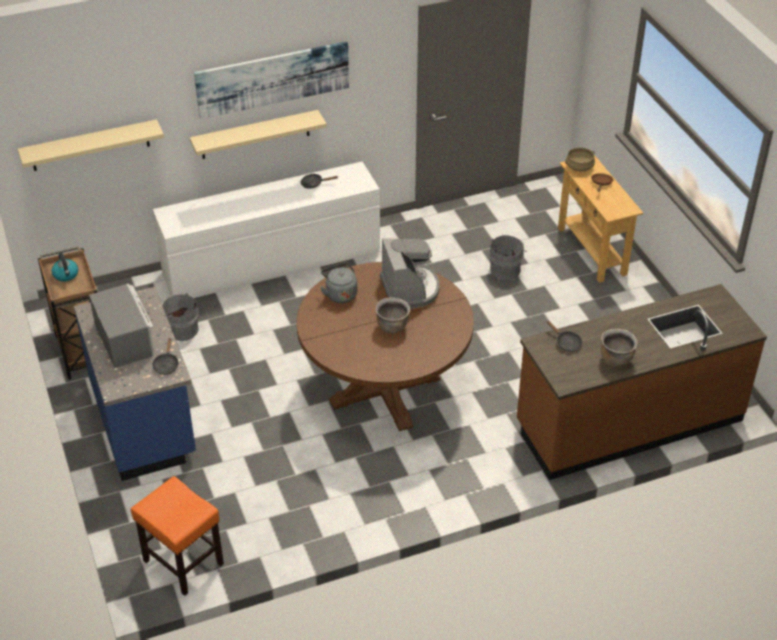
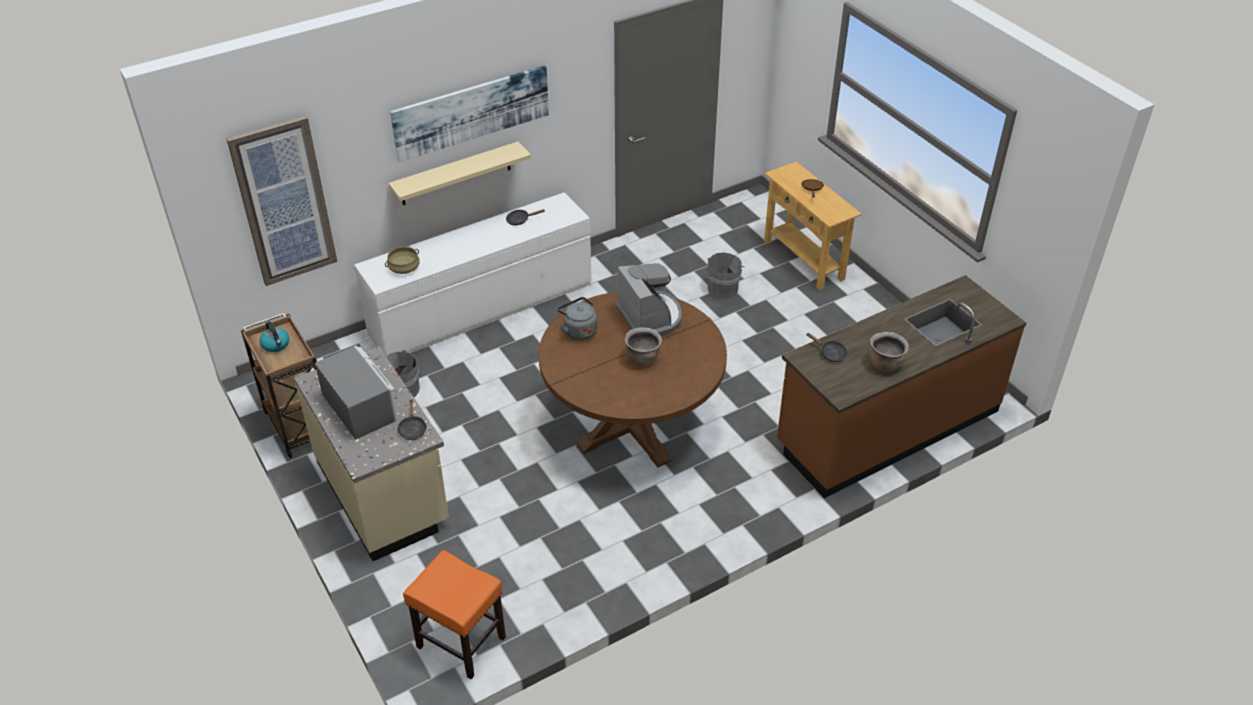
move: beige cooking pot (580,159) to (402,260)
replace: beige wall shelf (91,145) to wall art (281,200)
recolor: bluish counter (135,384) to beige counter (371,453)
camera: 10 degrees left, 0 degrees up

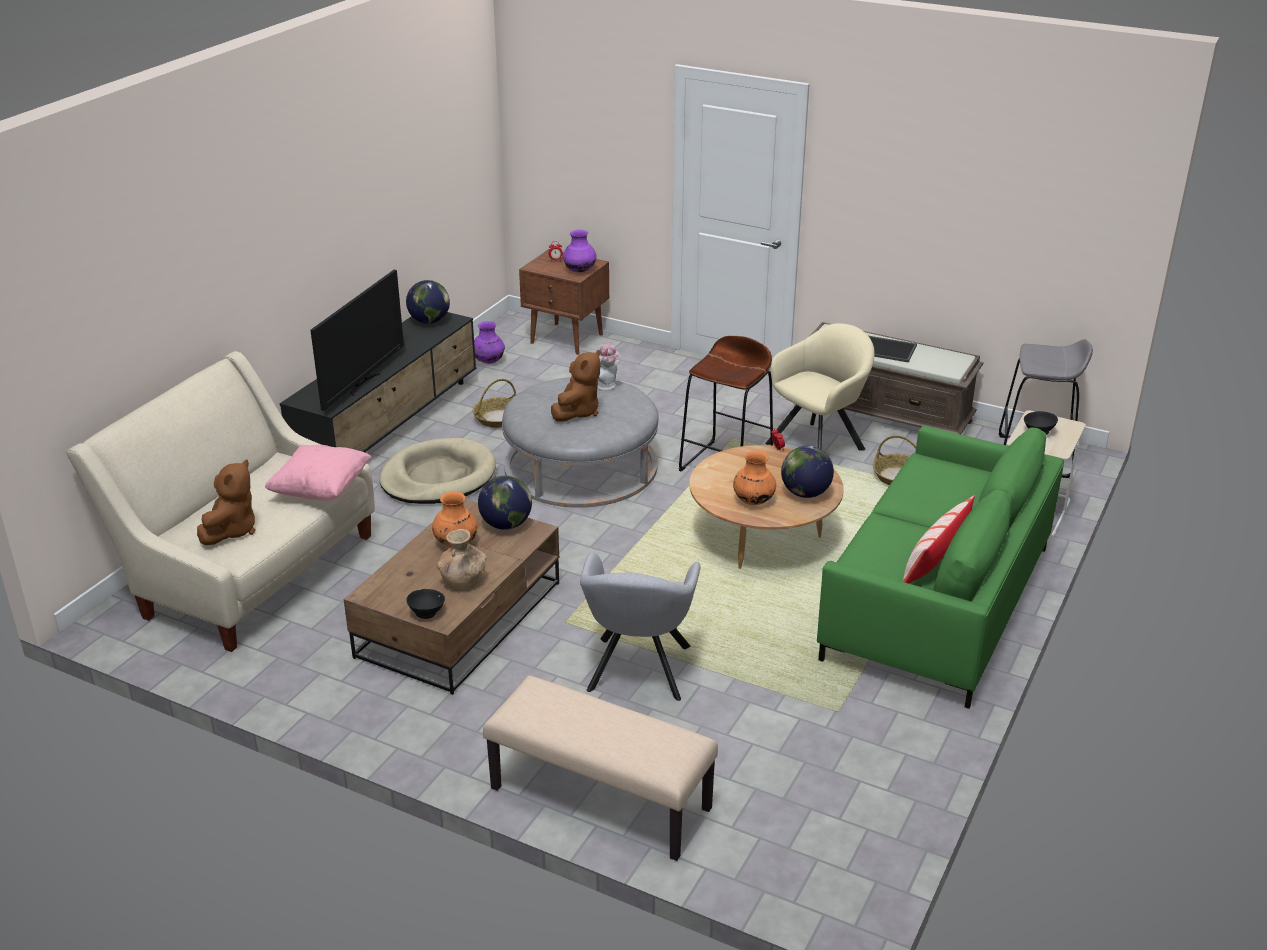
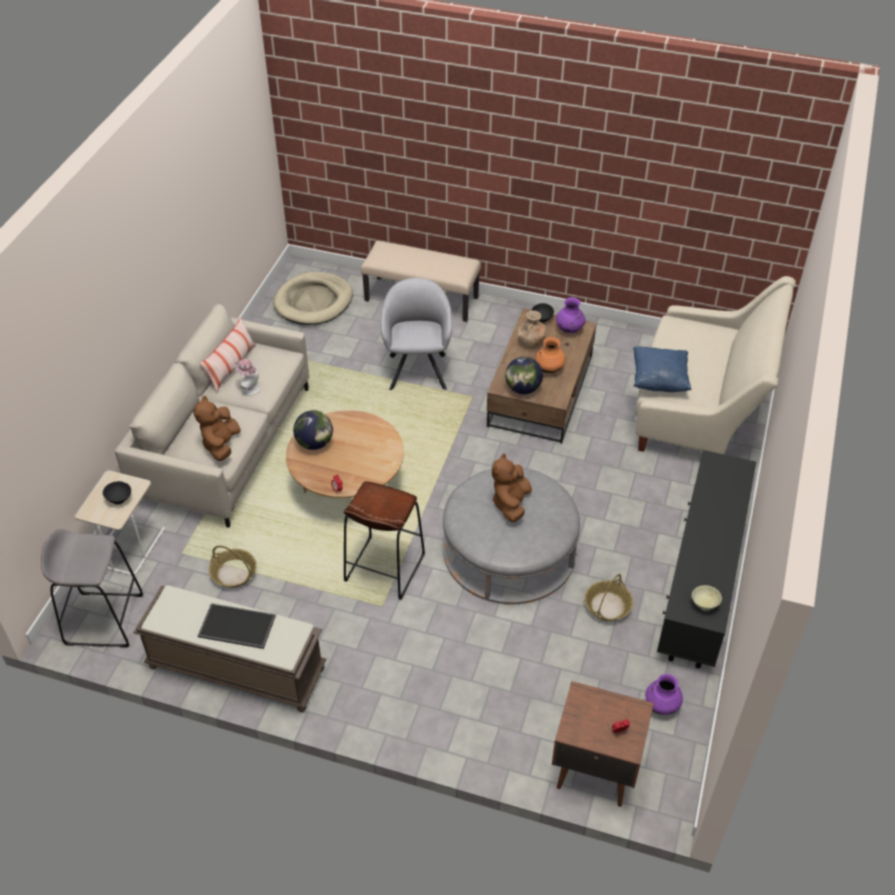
delete: TV (357,340); beige armchair (820,387); orange-coloured decorative vase (754,478)
move: purplish decorative vase (580,251) to (570,315); wearable hat (609,367) to (247,377); beige dog bed (437,471) to (313,298); brown-coloured plush toy (226,502) to (217,428)
replace: globe (428,302) to beige serving bowl (707,598)
recolor: green-coloured sofa (940,567) to beige sofa (211,416); pinkish pillow (318,473) to bluish pillow (662,369)
camera: 170 degrees right, 15 degrees up

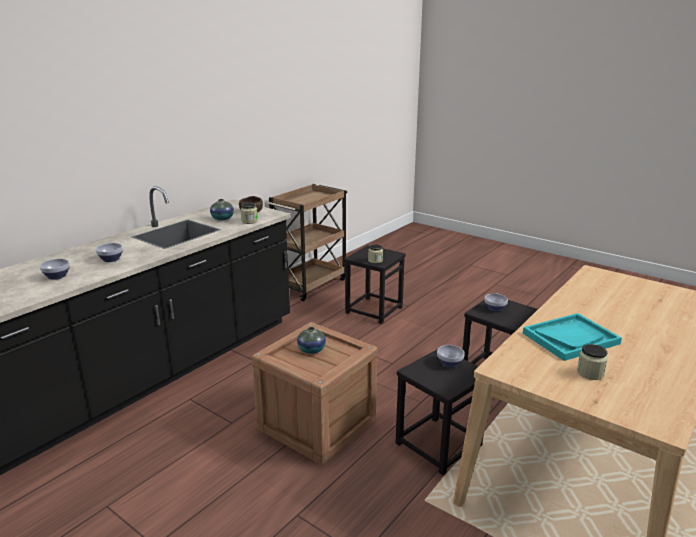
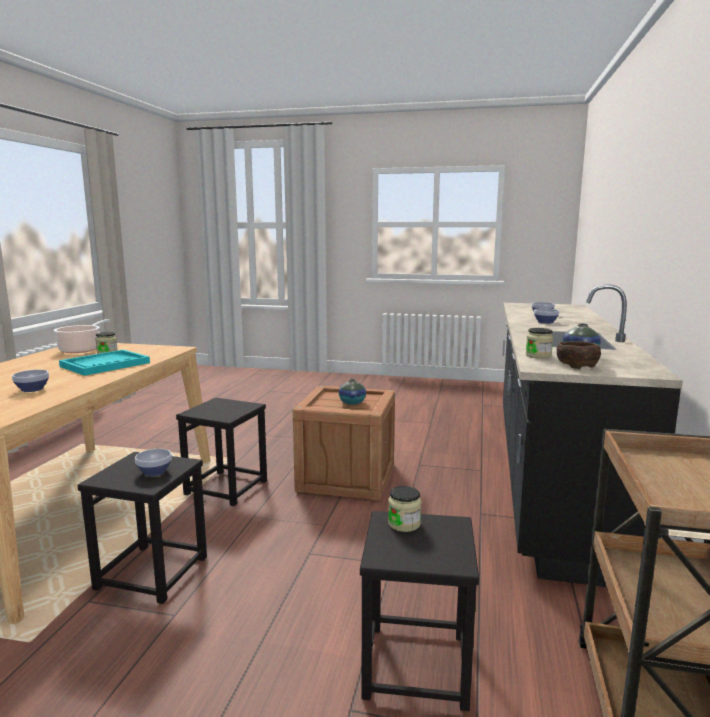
insert: cooking pot (81,336)
move: serving bowl (451,356) to (30,381)
camera: 155 degrees right, 10 degrees down

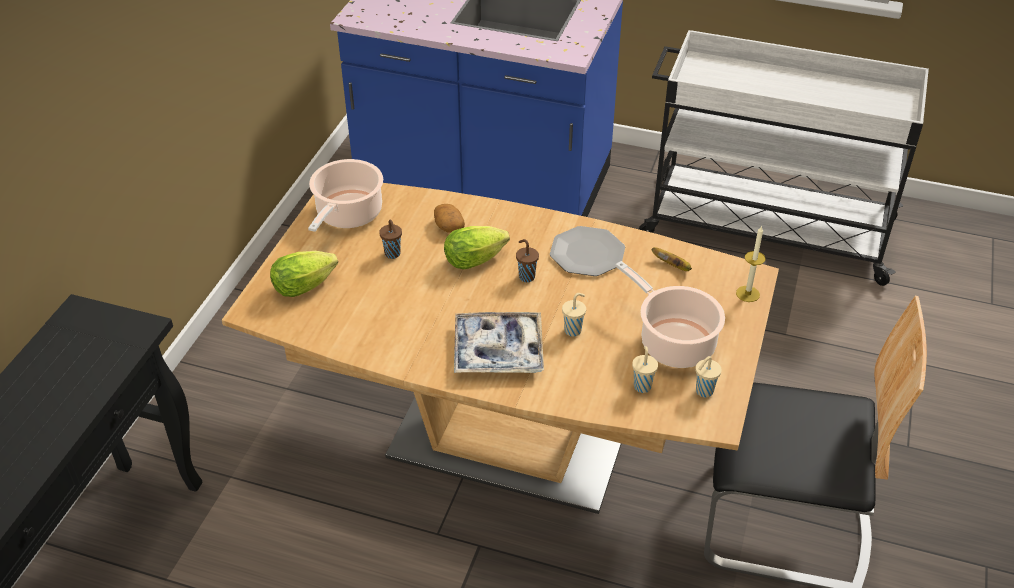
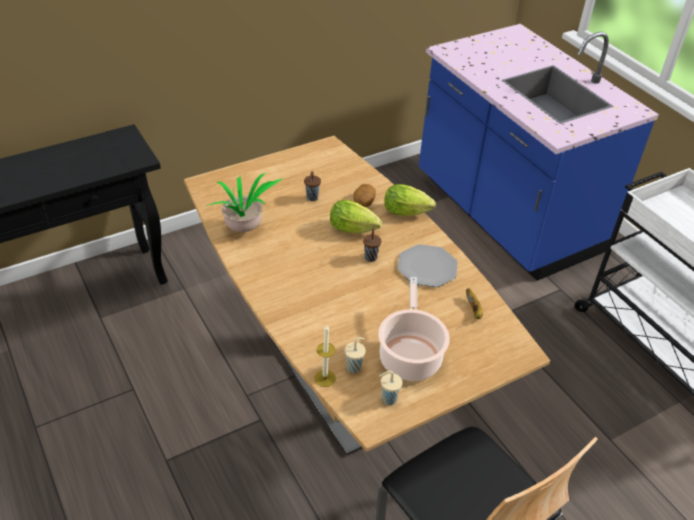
delete: cooking pot (345,195); beige small cup (574,315); carrying tray (499,342)
insert: plant in a pot (244,202)
move: wax candle (751,263) to (325,356); lettuce head (304,274) to (410,200)
camera: 40 degrees right, 0 degrees up

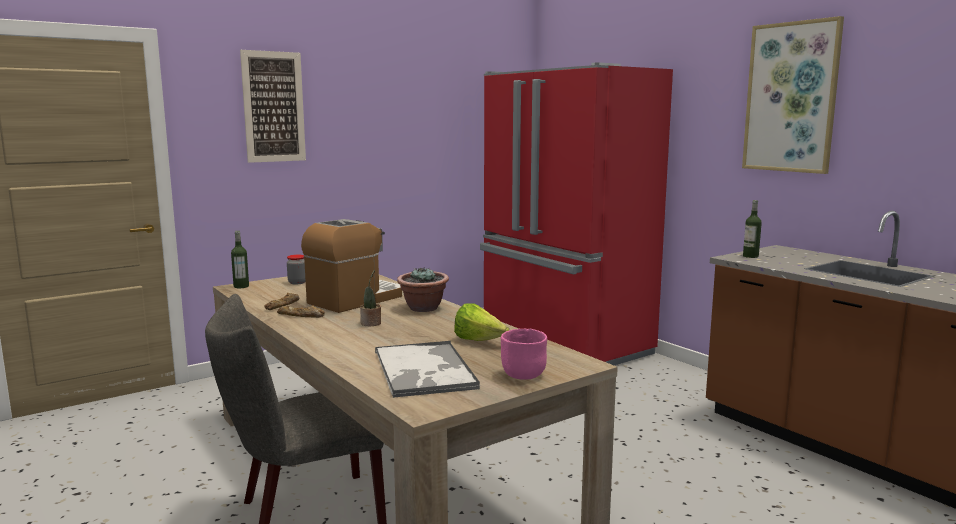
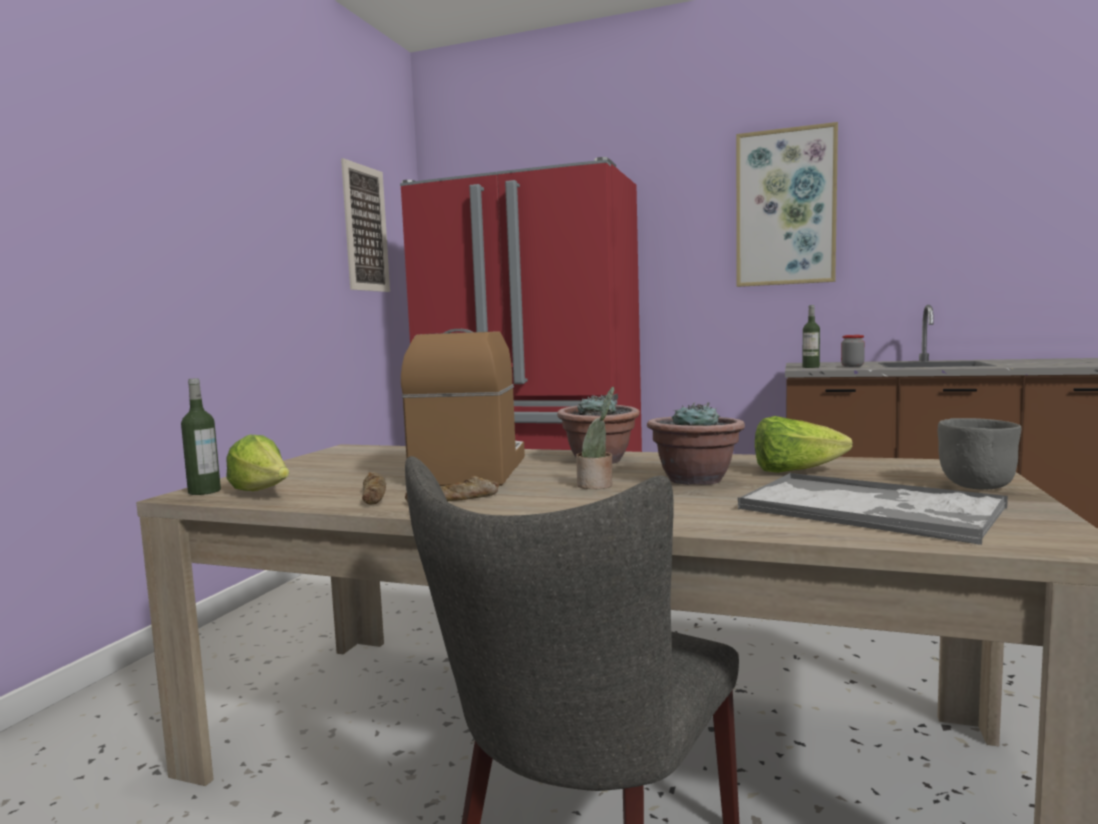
insert: plant in a pot (696,443); lettuce head (257,463)
move: wall art (273,106) to (365,225); jar (296,269) to (853,351)
recolor: pinkish serving bowl (524,354) to grey serving bowl (979,454)
camera: 35 degrees left, 5 degrees down

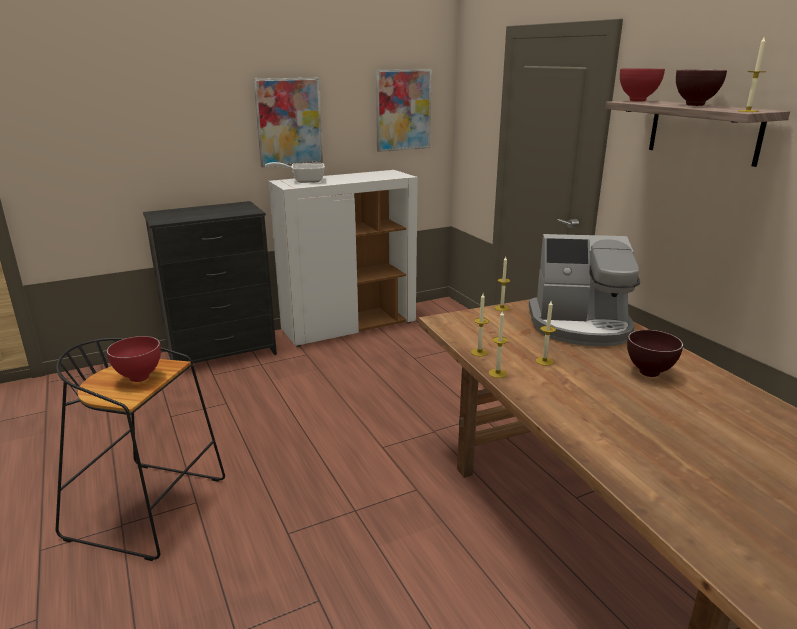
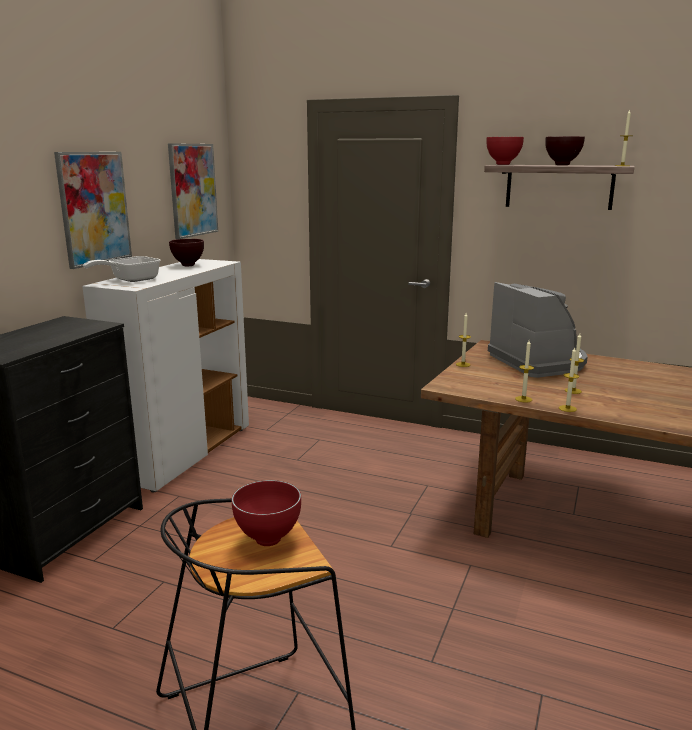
move: brown-coloured serving bowl (655,353) to (186,252)
rotate: coffee maker (584,290) = (538,330) 75 degrees counterclockwise
camera: 40 degrees left, 5 degrees down

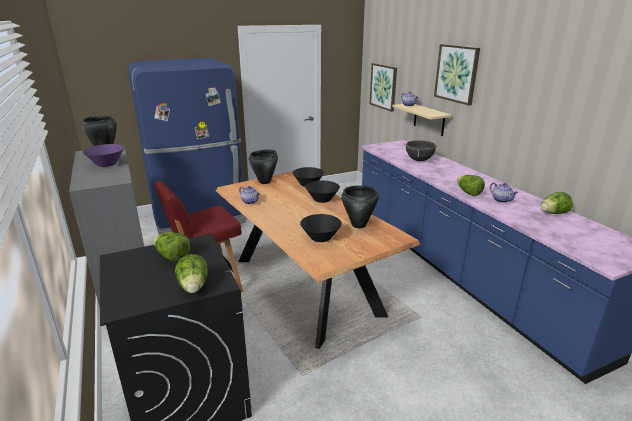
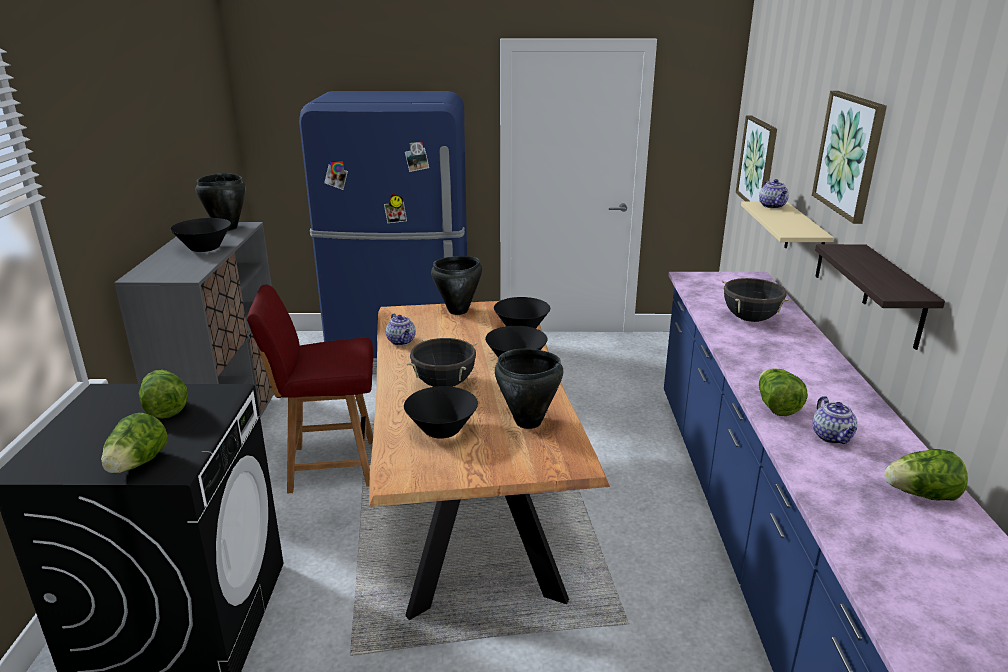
insert: wall shelf (880,297); black-coloured cooking pot (442,362)
recolor: purplish serving bowl (103,155) to black-coloured serving bowl (200,235)
camera: 25 degrees right, 0 degrees up

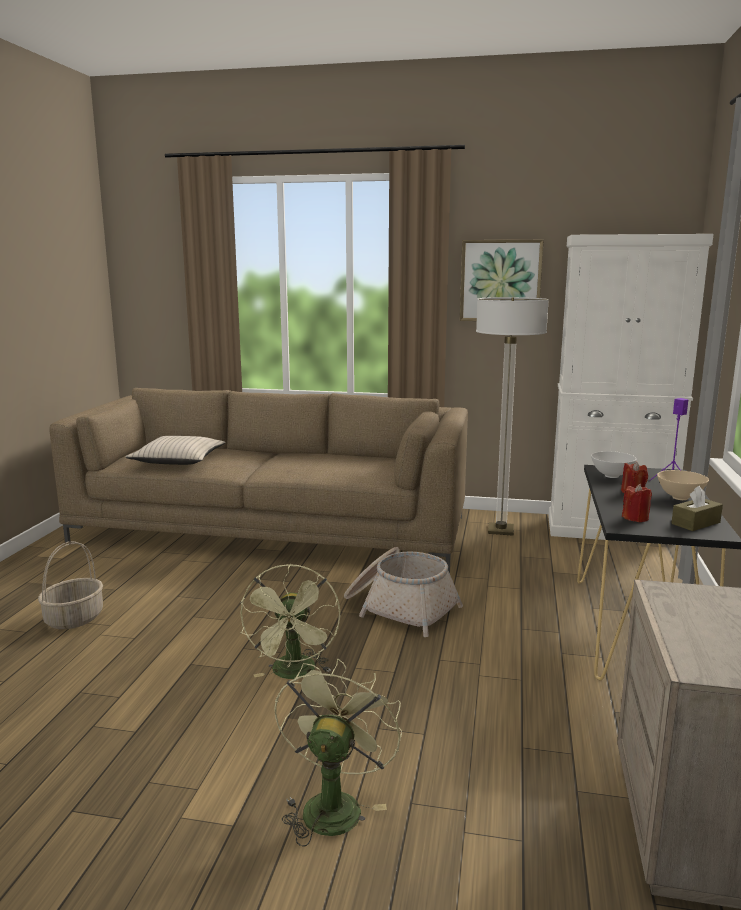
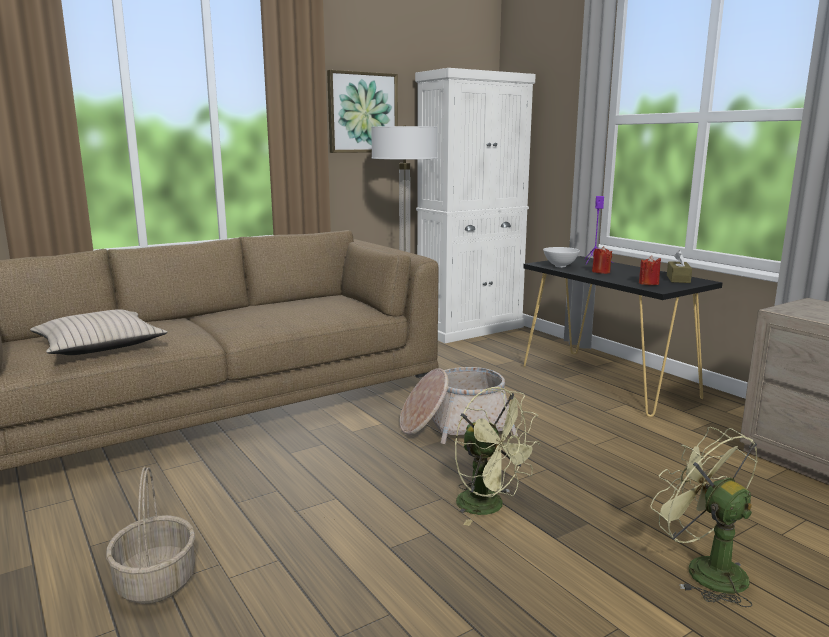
delete: beige serving bowl (683,485)
camera: 45 degrees left, 0 degrees up

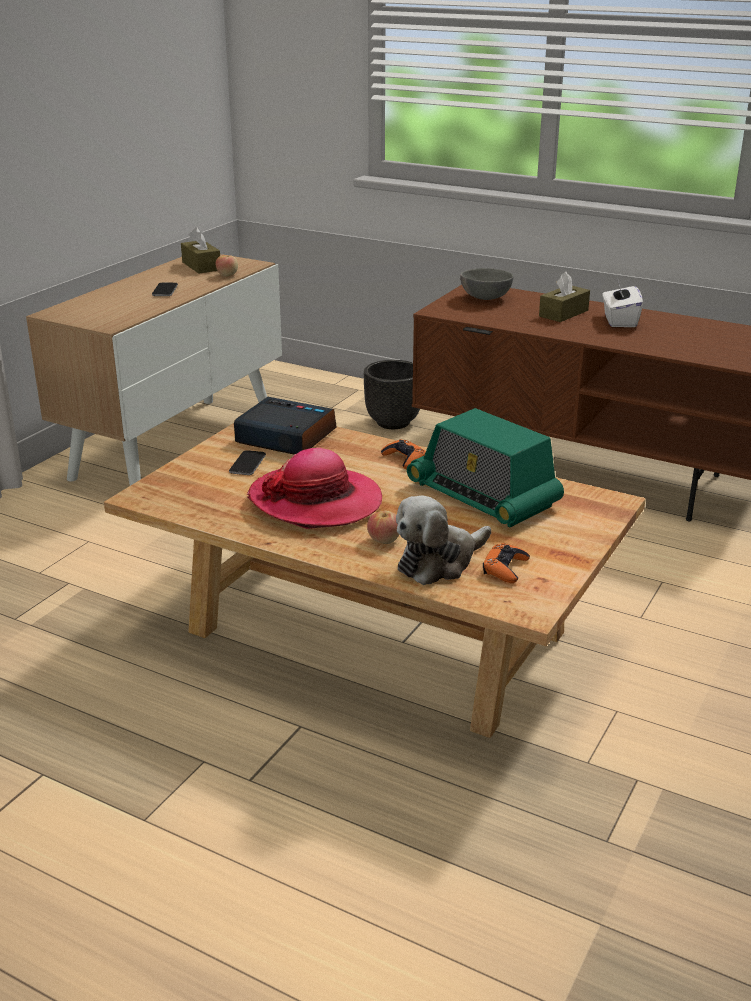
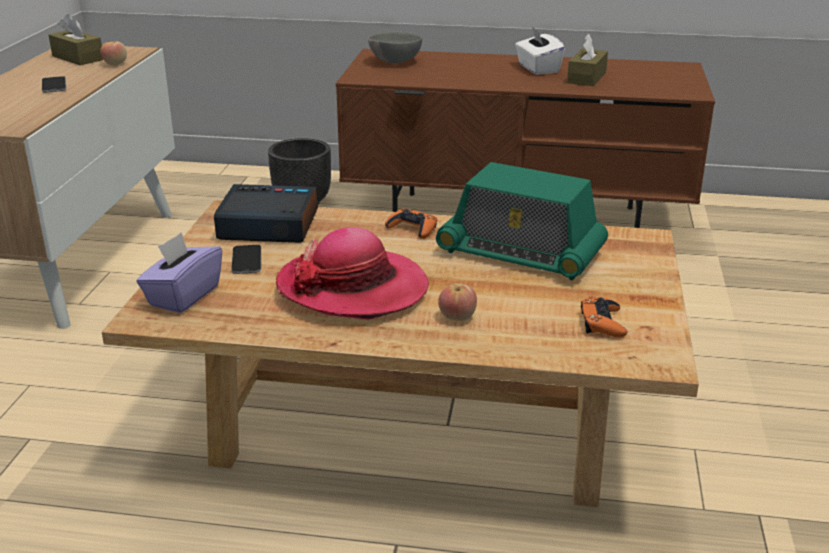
delete: plush toy (443,540)
insert: purplish tissue box (179,272)
move: brown-coloured tissue box (564,297) to (587,60)
camera: 20 degrees left, 0 degrees up

